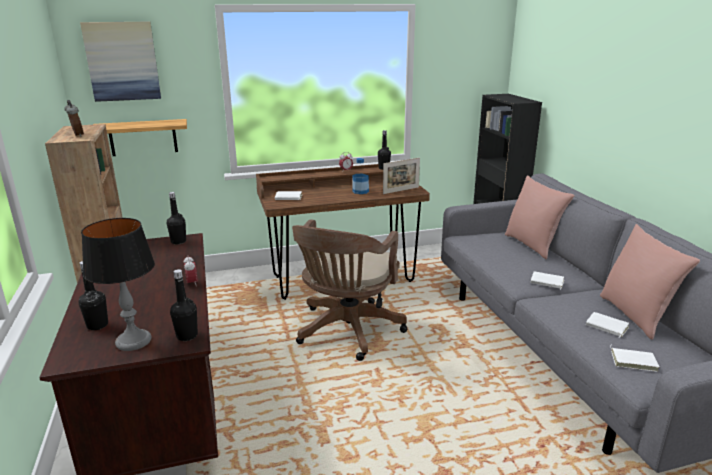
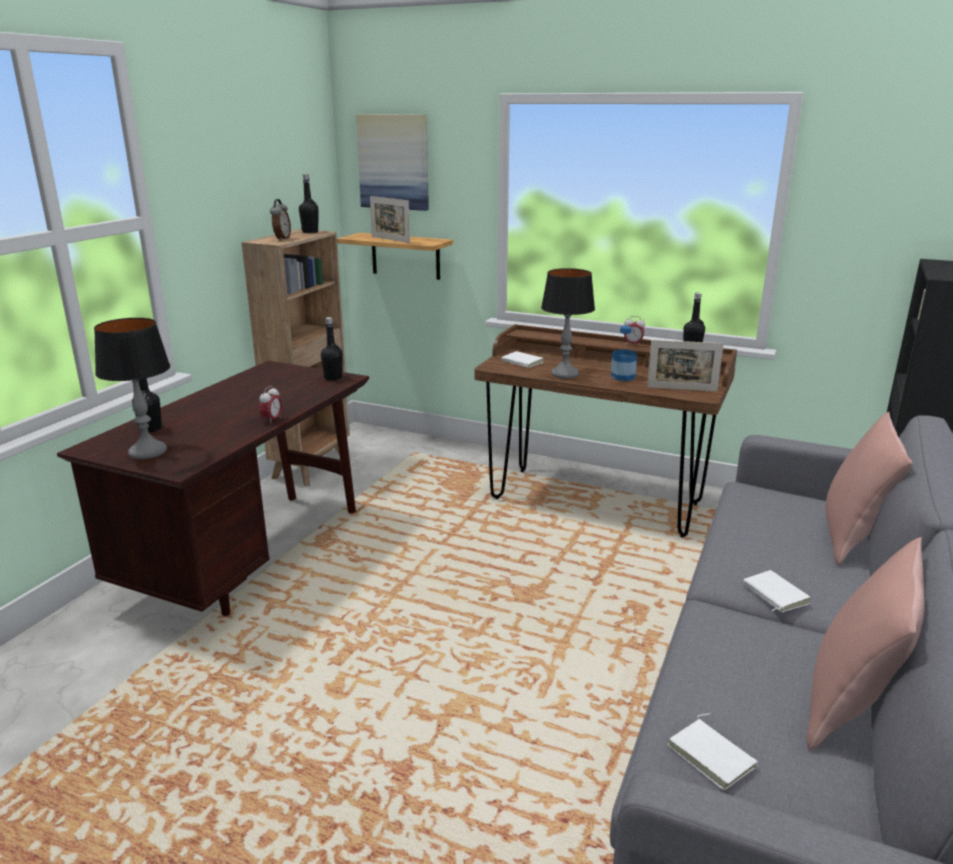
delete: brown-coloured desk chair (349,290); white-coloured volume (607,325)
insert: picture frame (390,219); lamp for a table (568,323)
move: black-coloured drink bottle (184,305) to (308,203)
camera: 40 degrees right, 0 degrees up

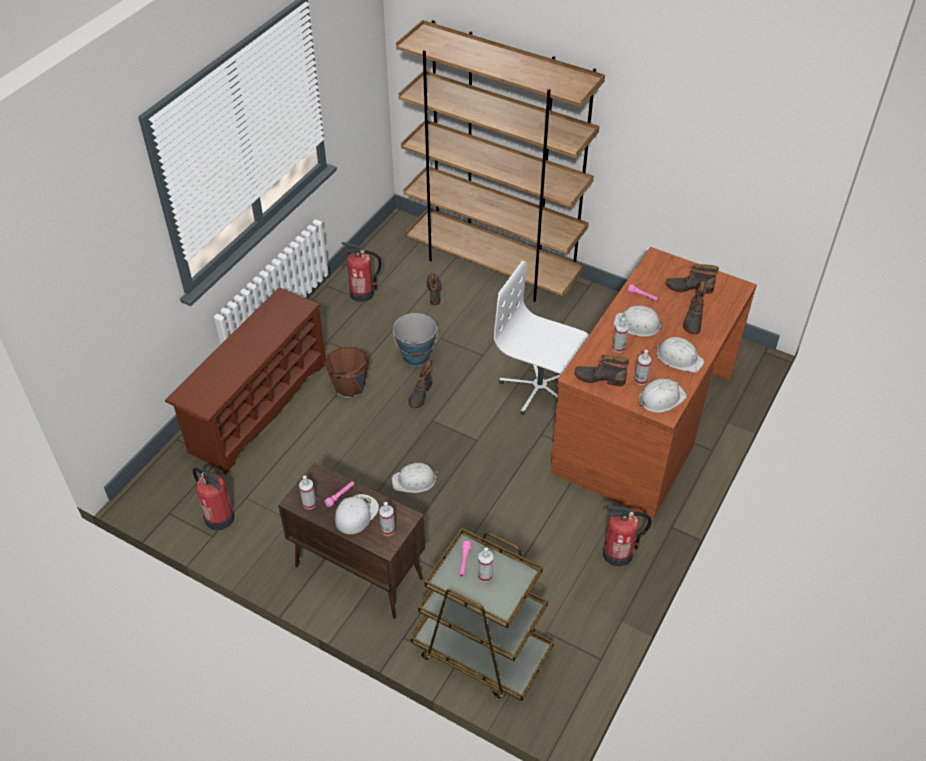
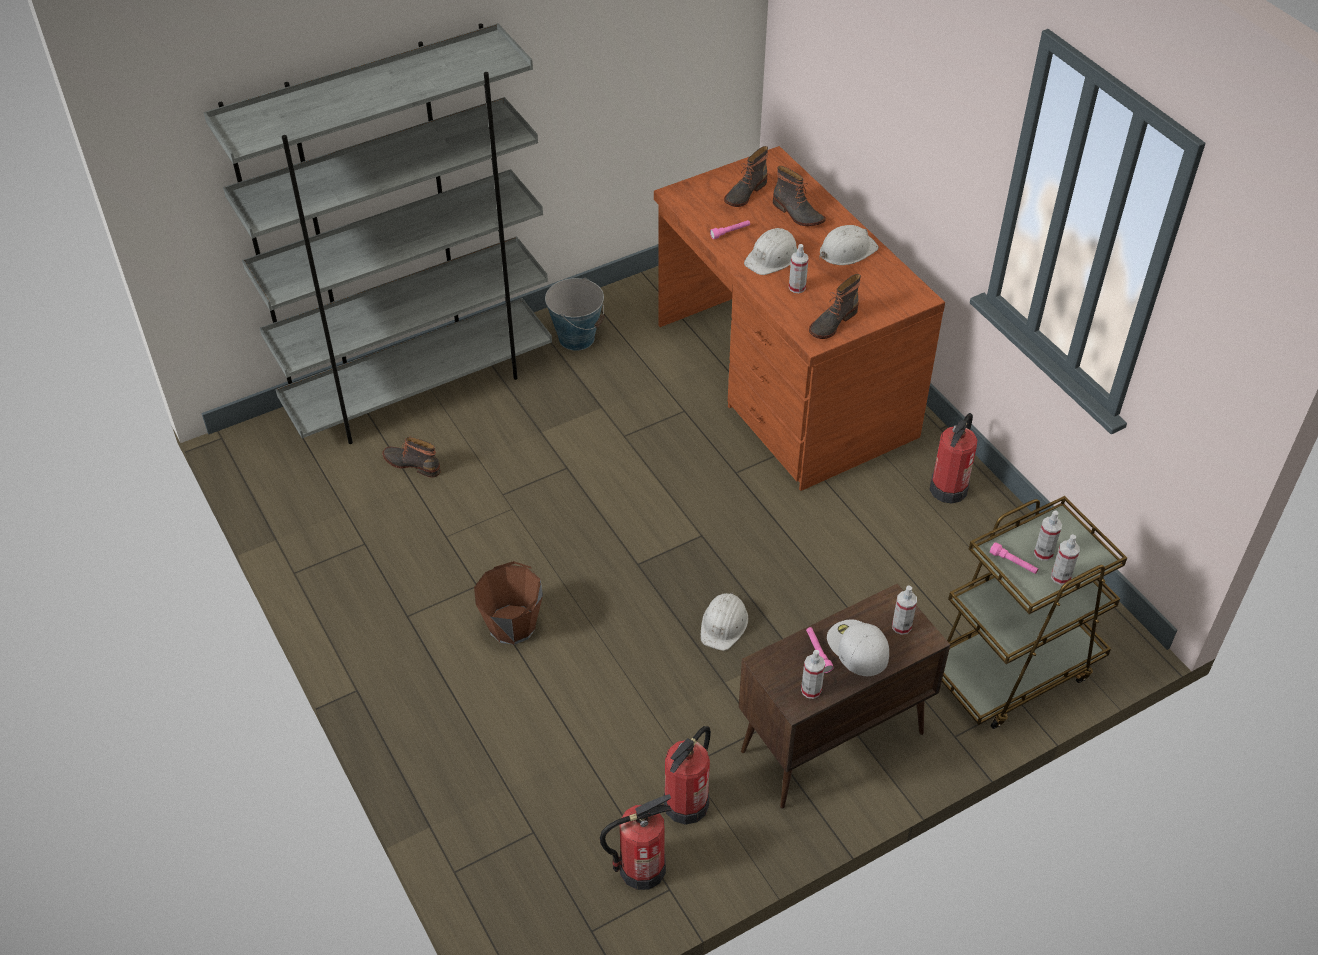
delete: white-coloured desk chair (541,338); brown-coloured shoe shelf (245,381); high-top boot (420,384); white-coloured hard hat (663,396)
move: extinguisher (361,272) to (687,775); pail (415,339) to (575,314); spray bottle (642,367) to (1065,559)
recolor: brown-coloured bookcase (500,161) to grey bookcase (378,233)
camera: 60 degrees left, 0 degrees up

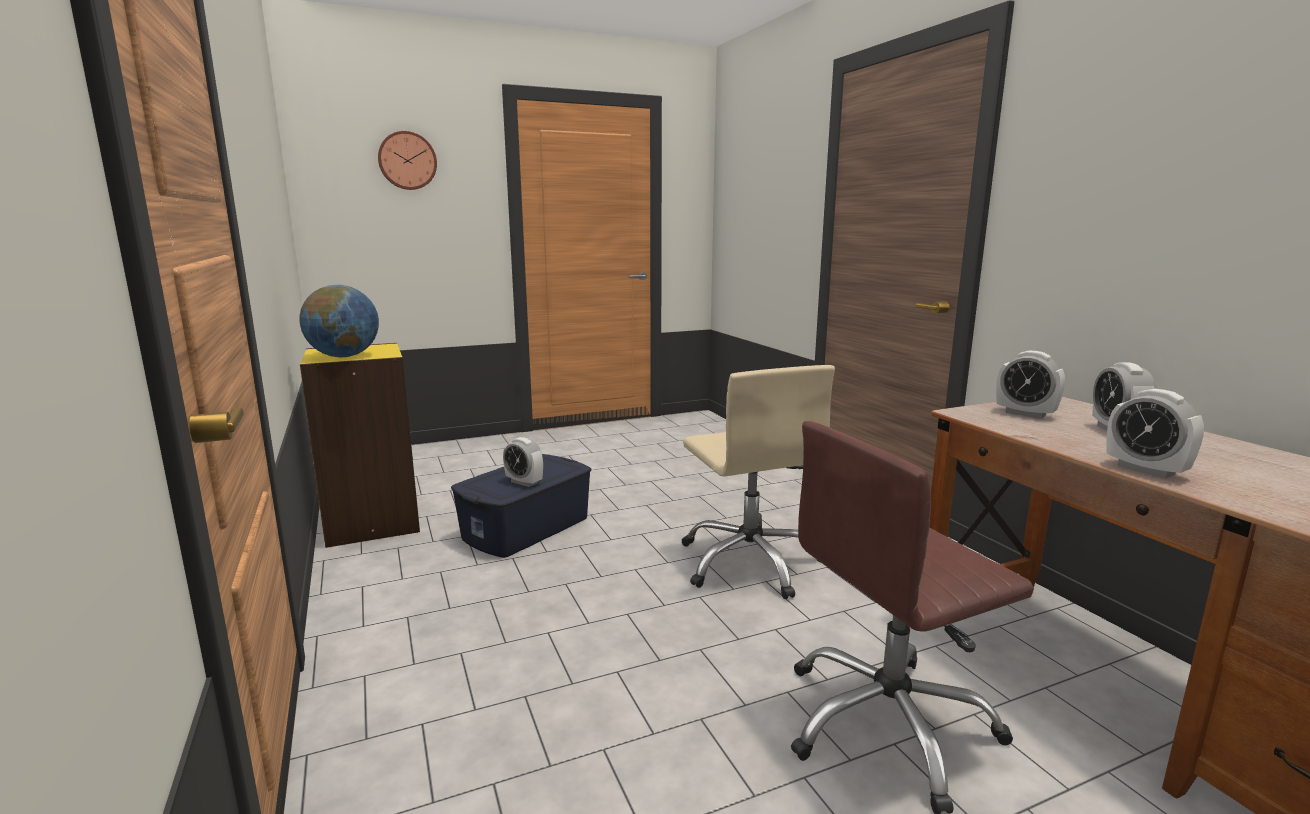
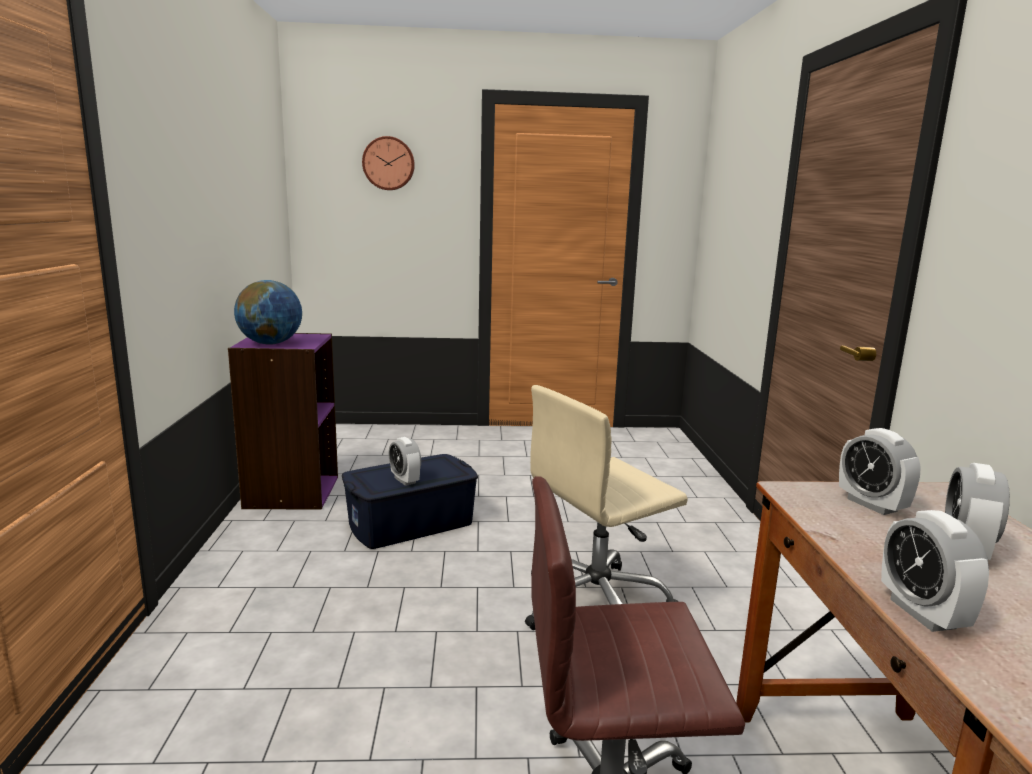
recolor: yellow-coloured bookcase (360,445) to purplish bookcase (283,421)
rotate: beige desk chair (758,482) = (606,507) 60 degrees clockwise
camera: 20 degrees right, 0 degrees up

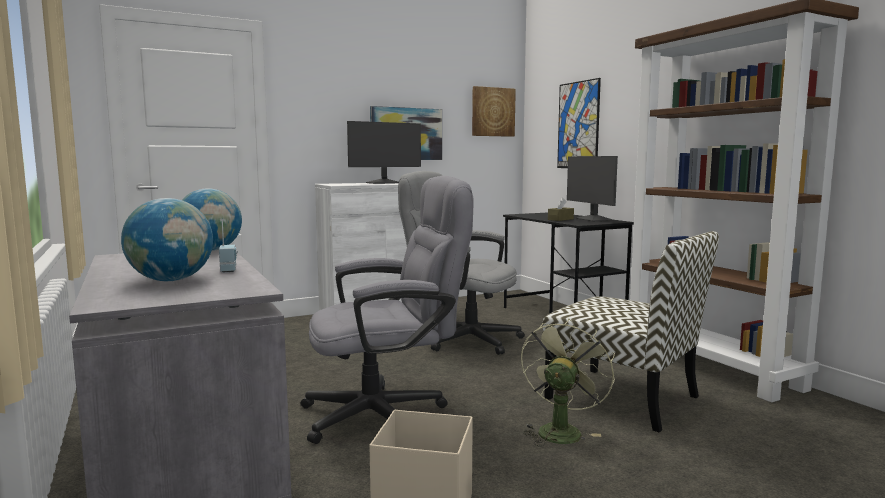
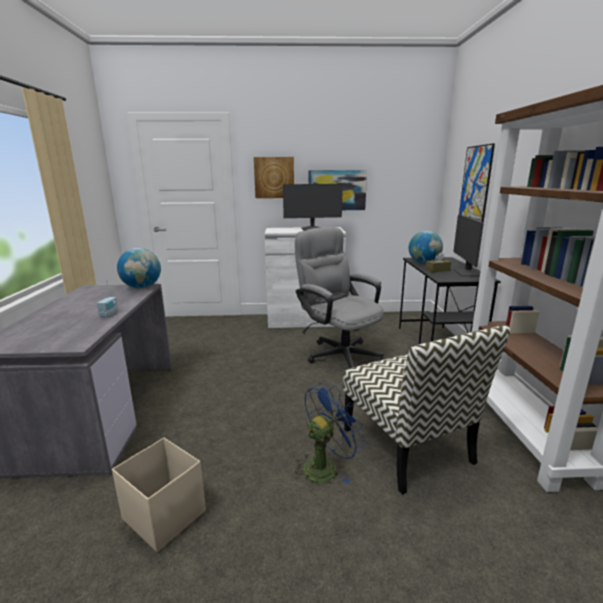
delete: grey desk chair (387,310)
move: wall art (494,111) to (274,177); globe (167,239) to (426,247)
recolor: green-coloured electric fan (568,382) to bluish electric fan (329,433)
camera: 25 degrees right, 10 degrees up

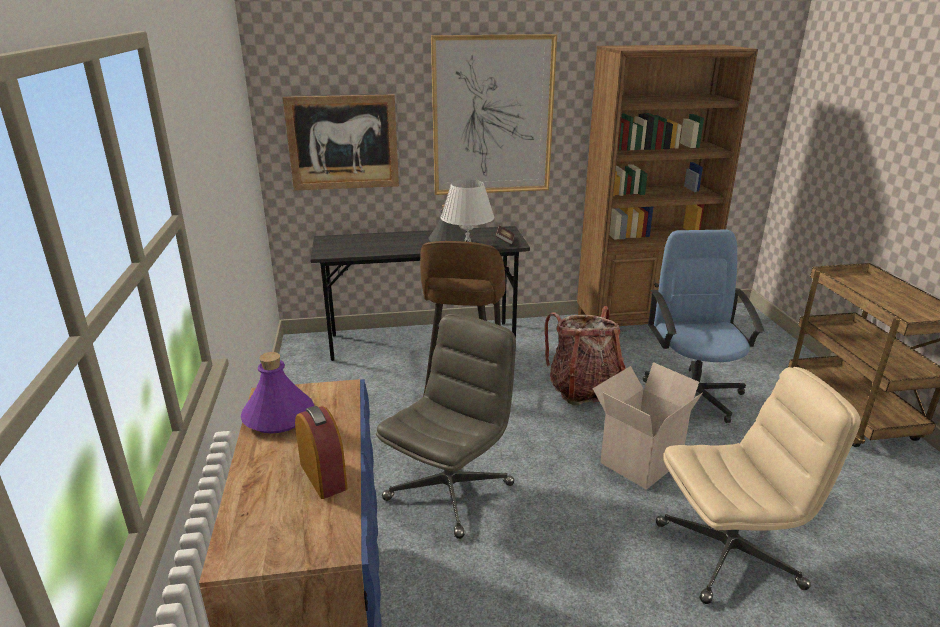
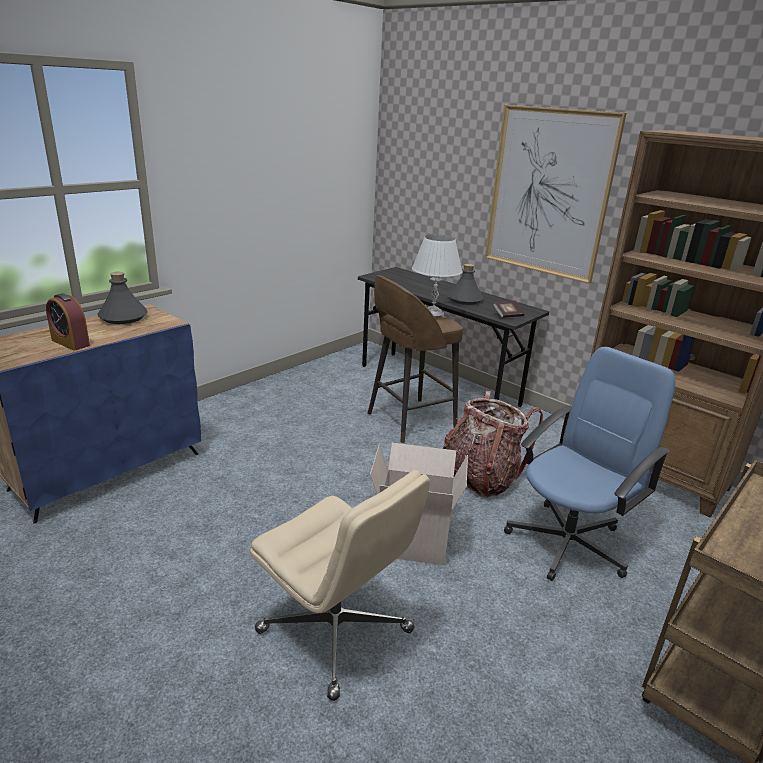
delete: wall art (341,143); grey desk chair (446,426)
recolor: purplish drink bottle (277,393) to grey drink bottle (122,298)
rotate: table clock (321,452) = (68,322) 105 degrees clockwise
camera: 50 degrees right, 0 degrees up

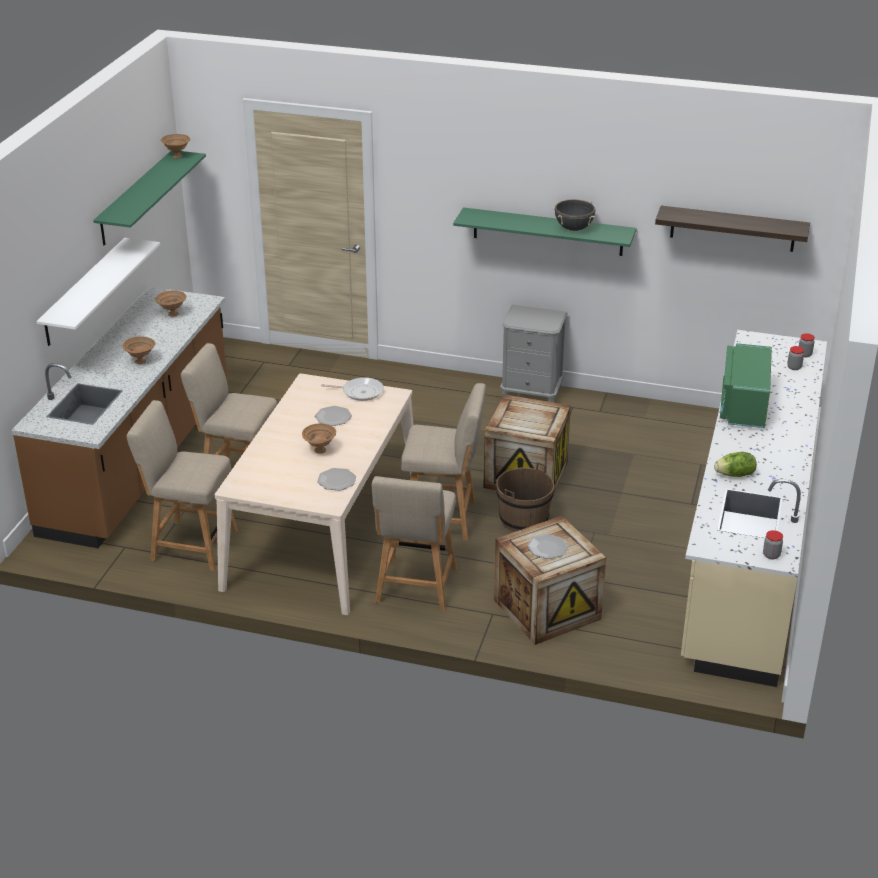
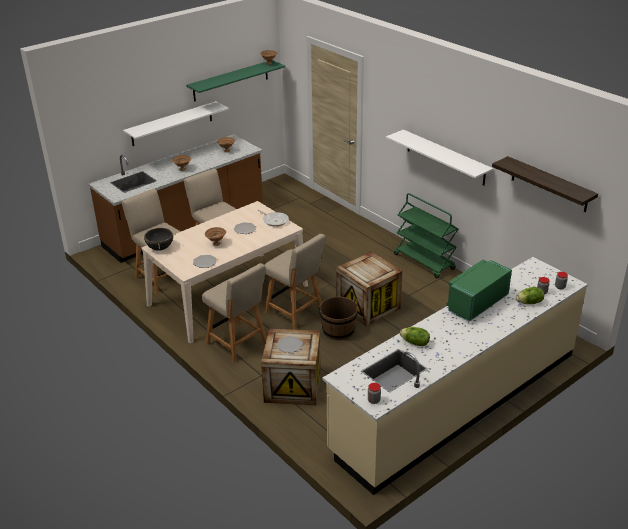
insert: lettuce head (530,295)
move: black-coloured cooking pot (575,215) to (158,239)
replace: grey nightstand (534,354) to green-coloured wheeled cart (426,236)
recolor: green-coloured wall shelf (545,231) to white-coloured wall shelf (439,158)
rotate: beige chair (414,543) = (234,313) 90 degrees counterclockwise
camera: 35 degrees right, 0 degrees up

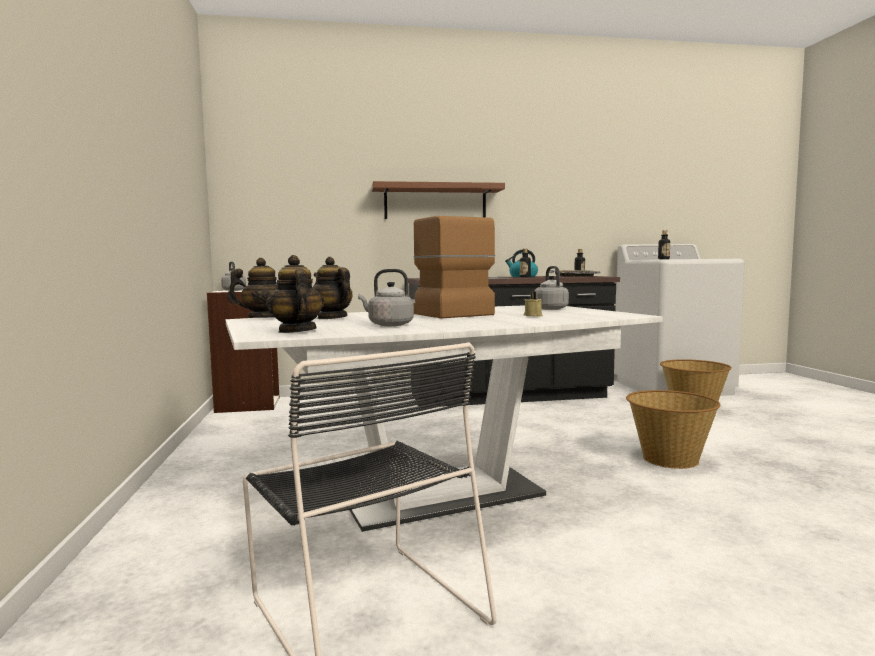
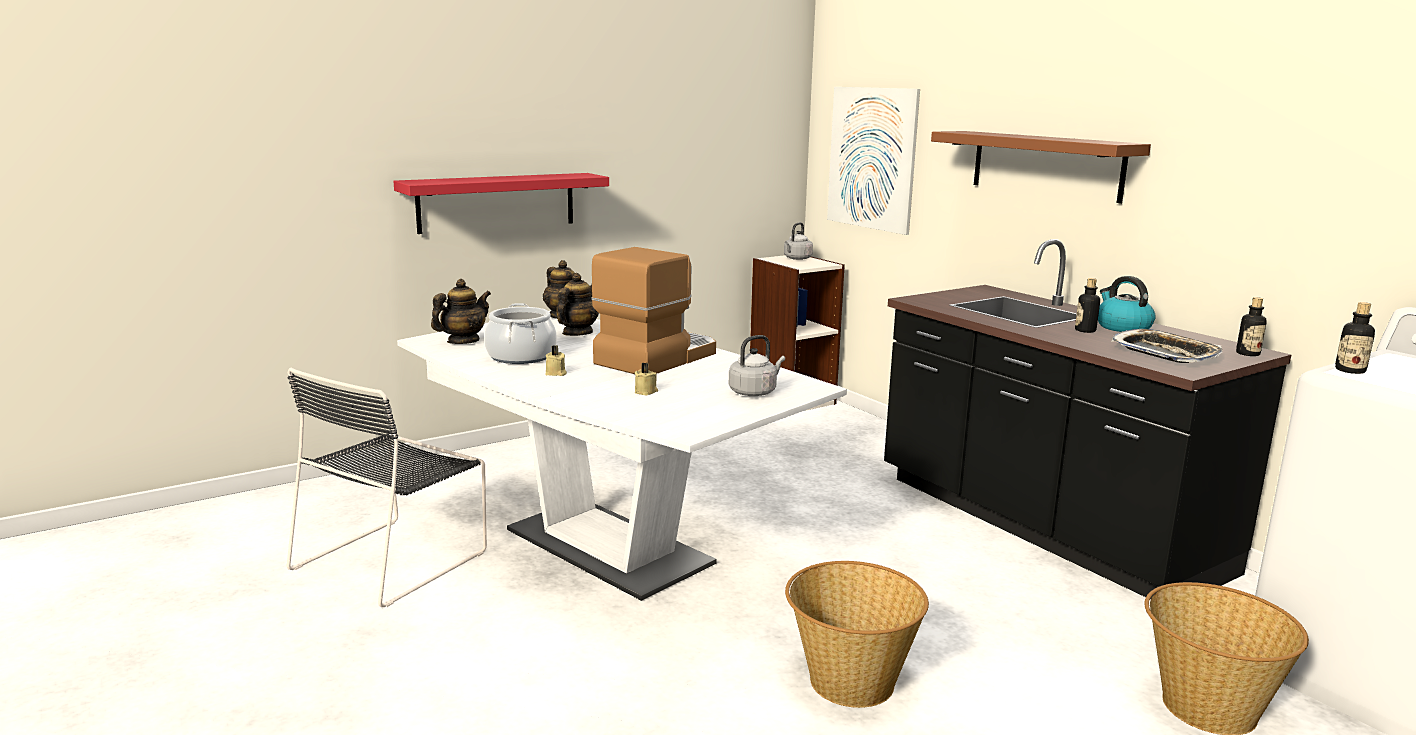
insert: wall art (873,161); red wall shelf (501,203); beige wax candle (556,360)
replace: grey tea kettle (386,297) to cooking pot (520,333)
camera: 65 degrees right, 10 degrees up

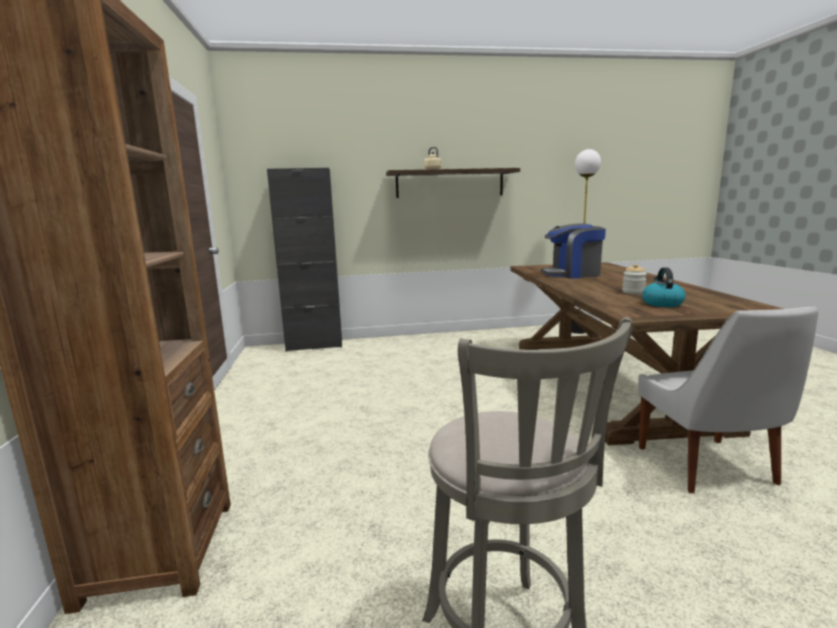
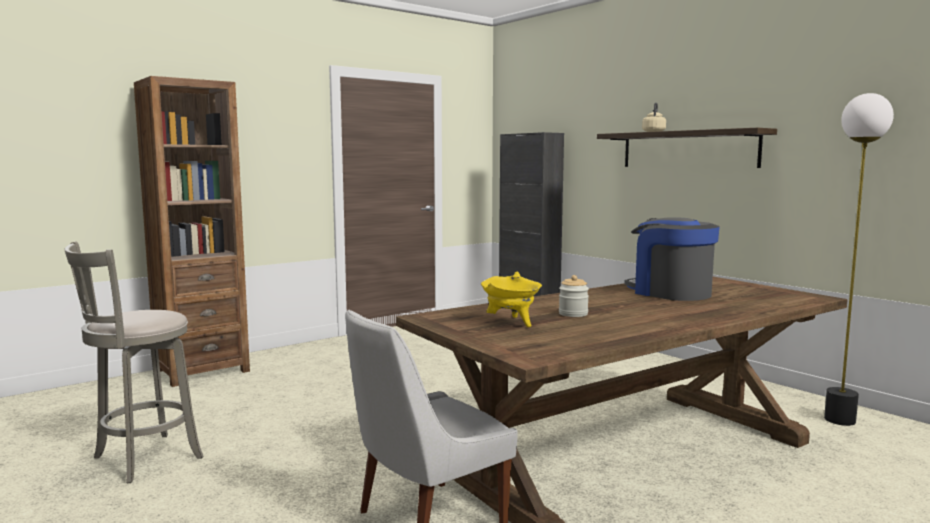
replace: tea kettle (664,287) to yellow-coloured cooking pot (511,299)
camera: 60 degrees right, 5 degrees down

